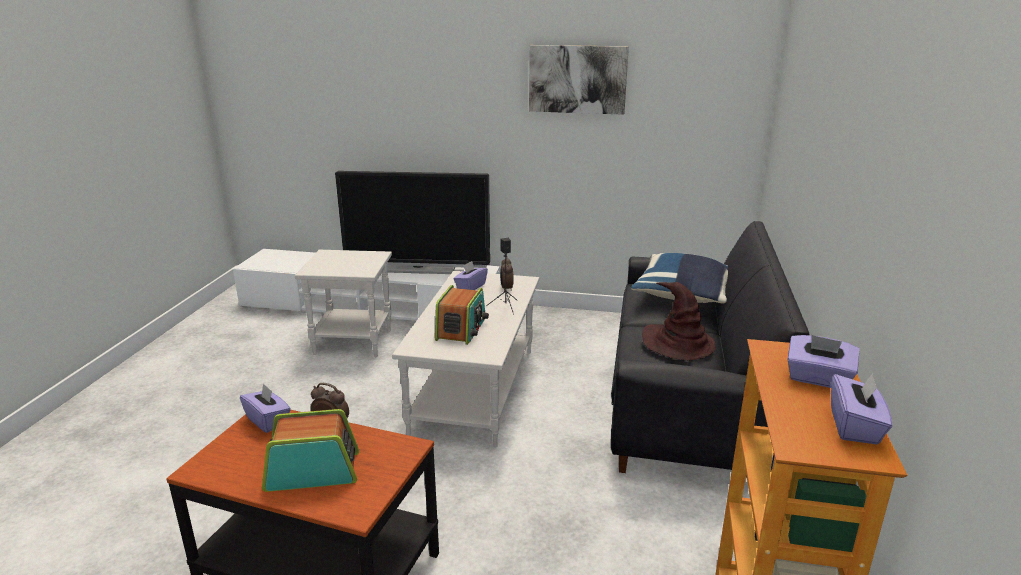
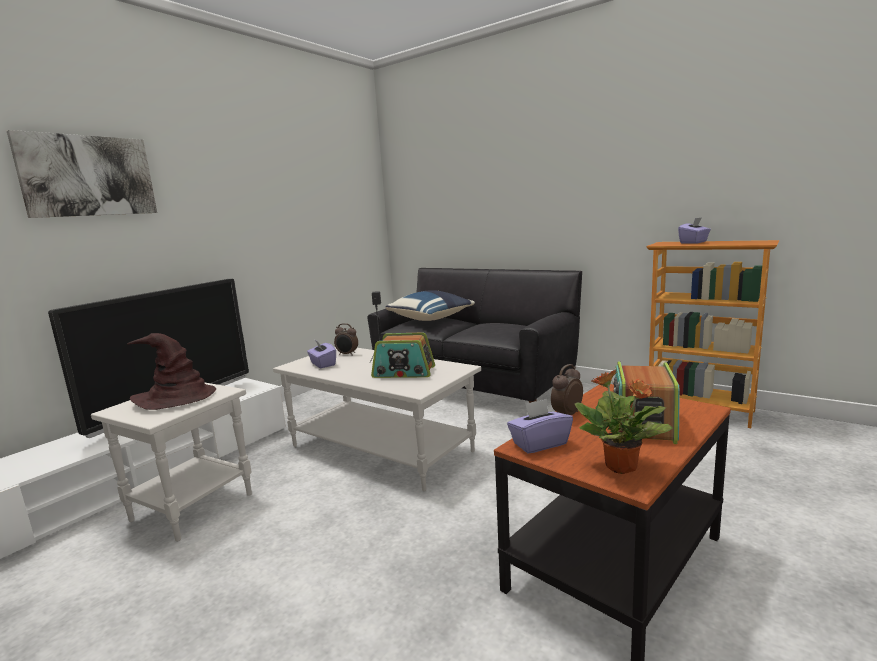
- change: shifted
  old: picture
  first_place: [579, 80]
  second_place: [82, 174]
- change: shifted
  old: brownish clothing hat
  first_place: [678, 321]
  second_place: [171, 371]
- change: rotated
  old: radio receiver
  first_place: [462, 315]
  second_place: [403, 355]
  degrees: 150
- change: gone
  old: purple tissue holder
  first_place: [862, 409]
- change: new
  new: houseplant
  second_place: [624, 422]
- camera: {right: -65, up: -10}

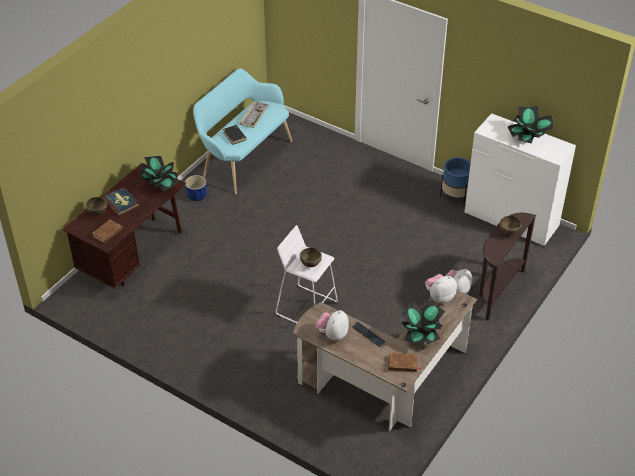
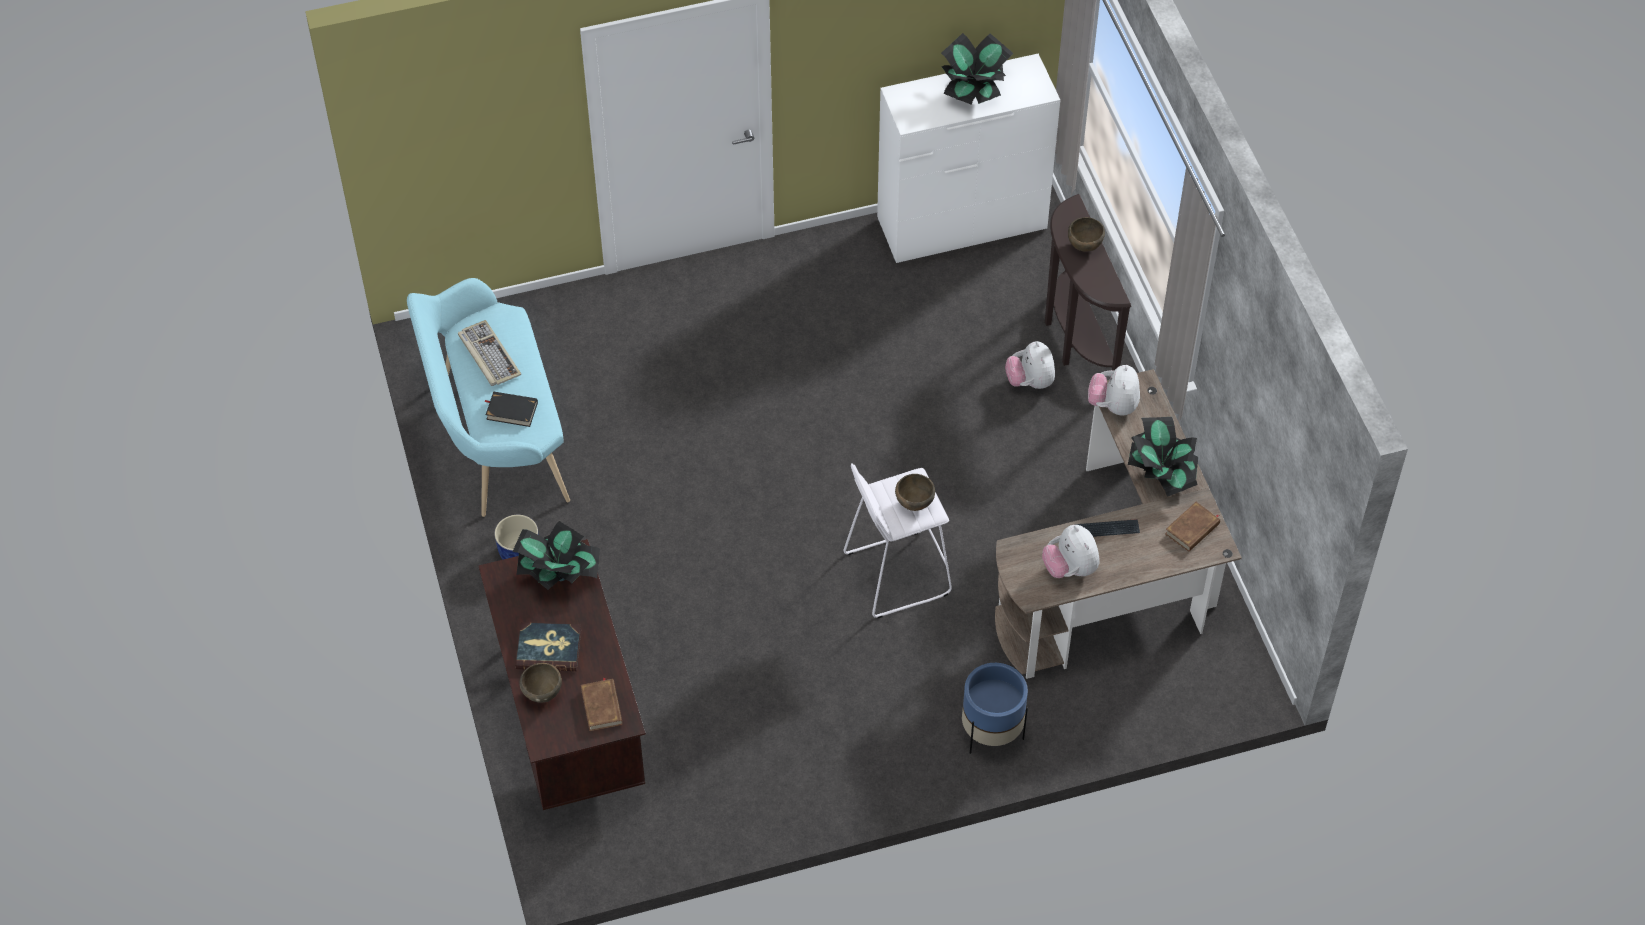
- change: shifted
  old: blue-coloured flower pot
  first_place: [455, 182]
  second_place: [995, 708]
- camera: {right: -50, up: 10}

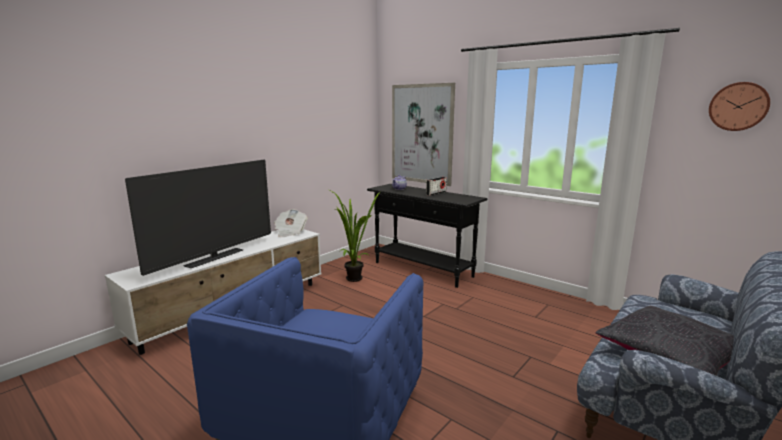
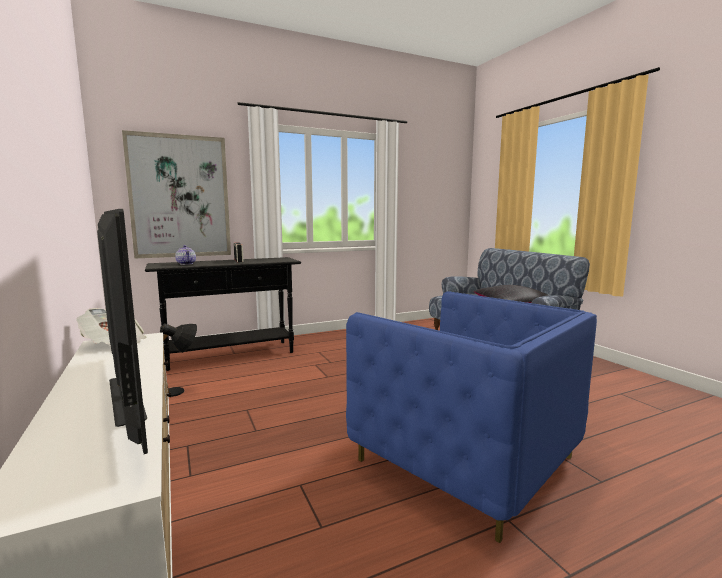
- change: gone
  old: clock on the wall
  first_place: [739, 106]
- change: swapped
  old: houseplant
  new: black-coloured tabletop lamp
  first_place: [354, 236]
  second_place: [178, 360]
- camera: {right: -65, up: -5}

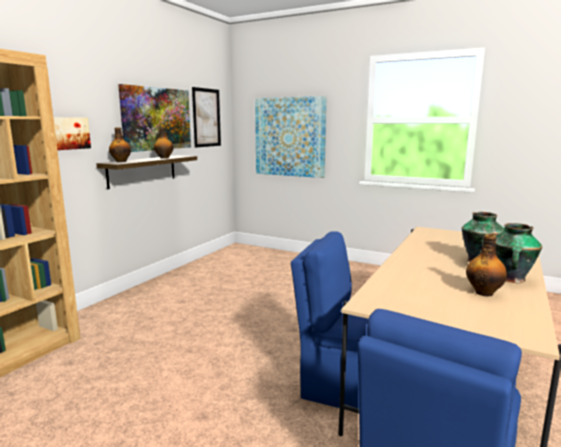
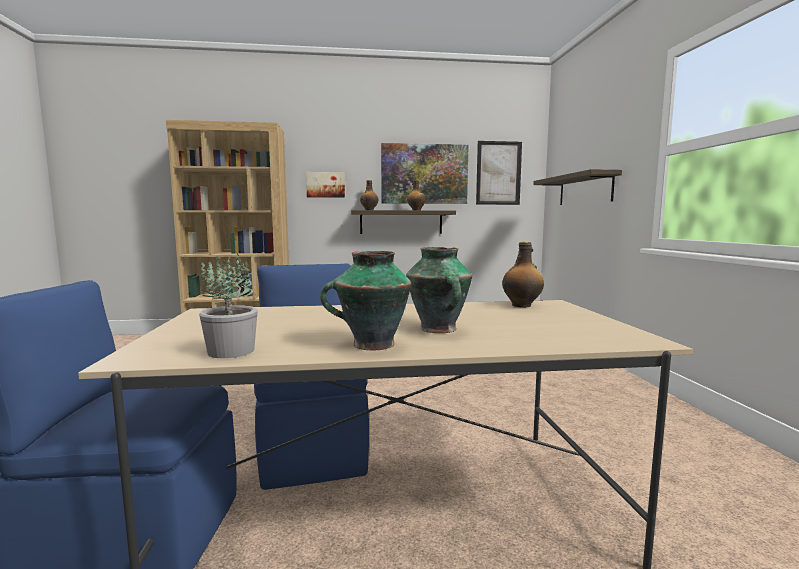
- change: swapped
  old: picture
  new: shelf
  first_place: [291, 137]
  second_place: [577, 187]
- change: shifted
  old: drink bottle
  first_place: [486, 265]
  second_place: [523, 274]
- change: new
  new: houseplant
  second_place: [228, 305]
- camera: {right: 55, up: -5}

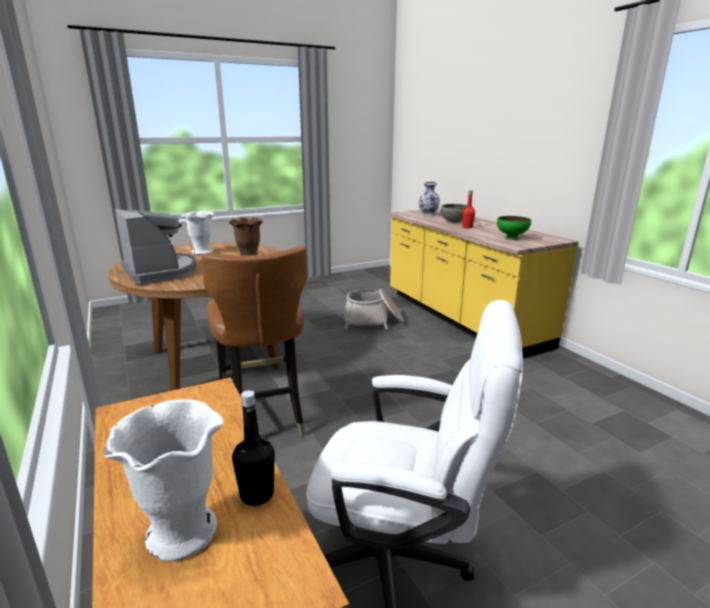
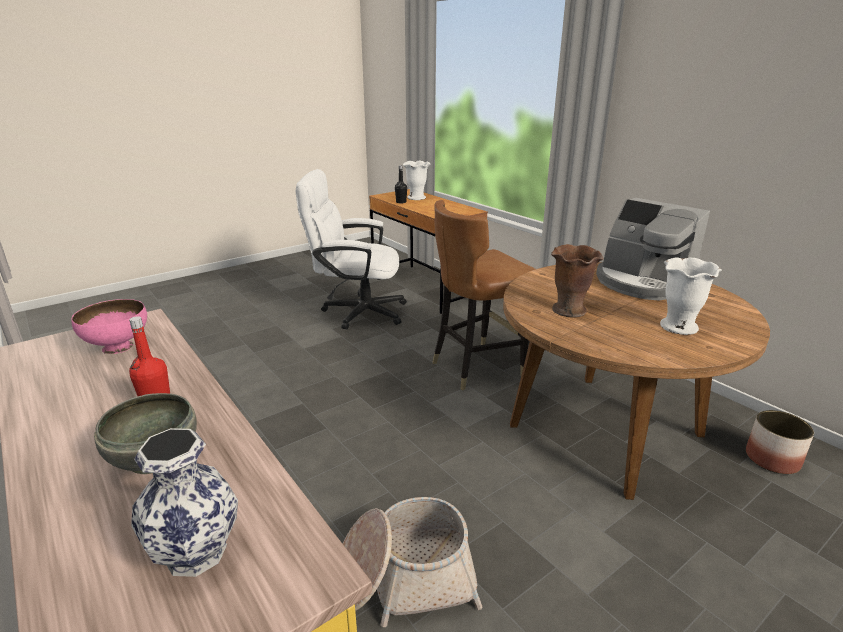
- change: repainted
  old: green-coloured serving bowl
  new: pink-coloured serving bowl
  first_place: [514, 228]
  second_place: [109, 326]
- change: rotated
  old: brownish upright chair
  first_place: [255, 341]
  second_place: [484, 295]
  degrees: -90
- change: new
  new: flower pot
  second_place: [780, 442]
- camera: {right: 170, up: 5}

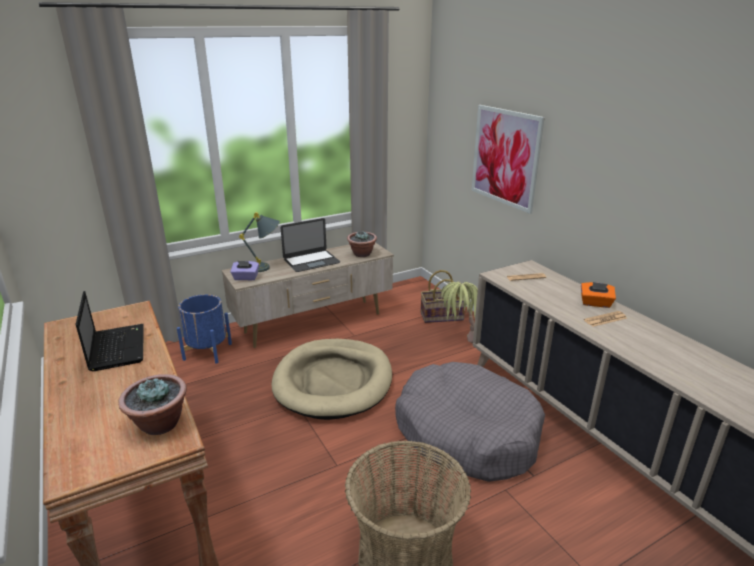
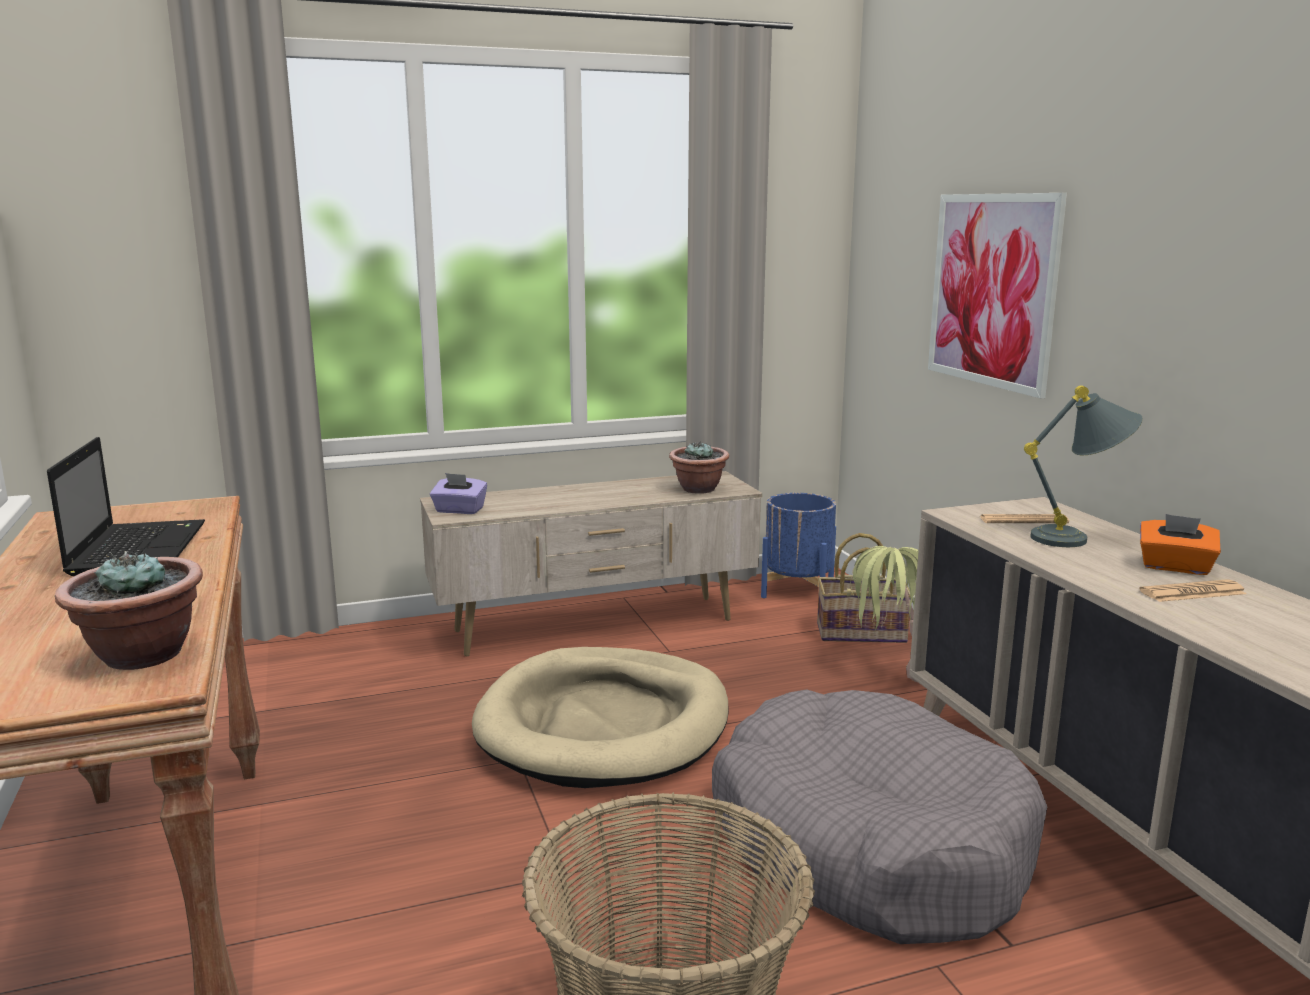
- change: shifted
  old: gray tabletop lamp
  first_place: [259, 242]
  second_place: [1083, 466]
- change: gone
  old: laptop
  first_place: [310, 245]
- change: shifted
  old: blue-coloured flower pot
  first_place: [204, 329]
  second_place: [798, 545]
- camera: {right: 10, up: -10}

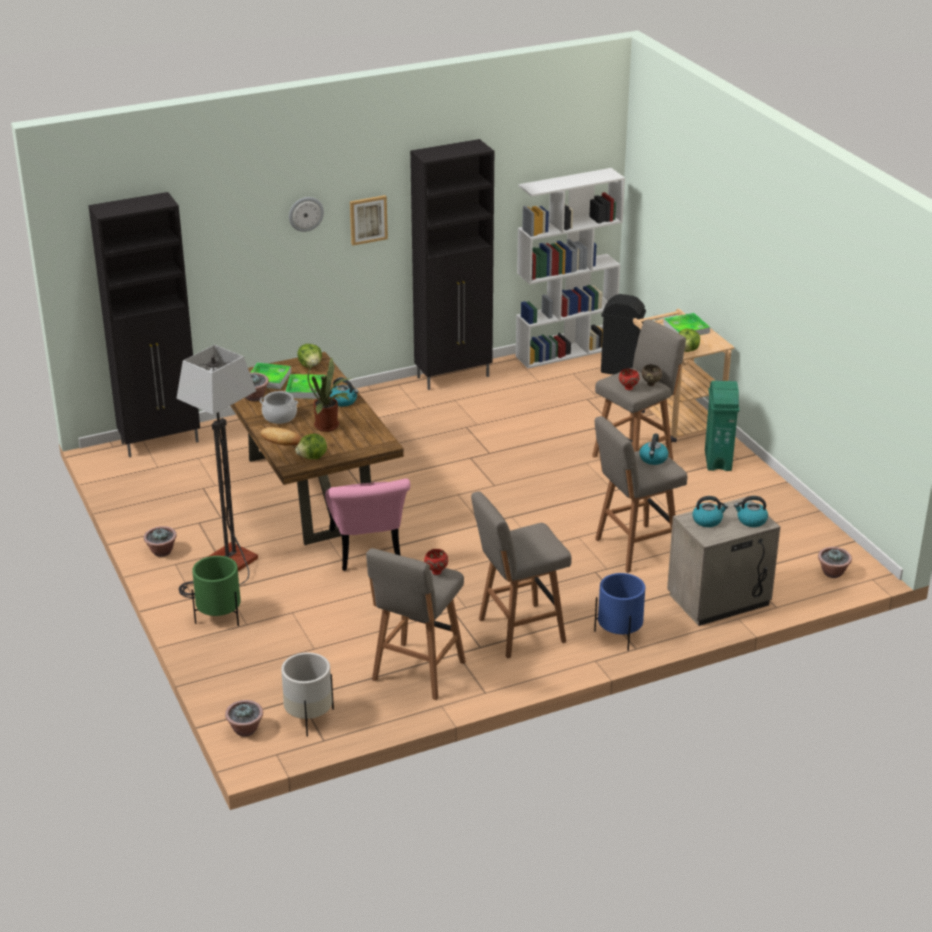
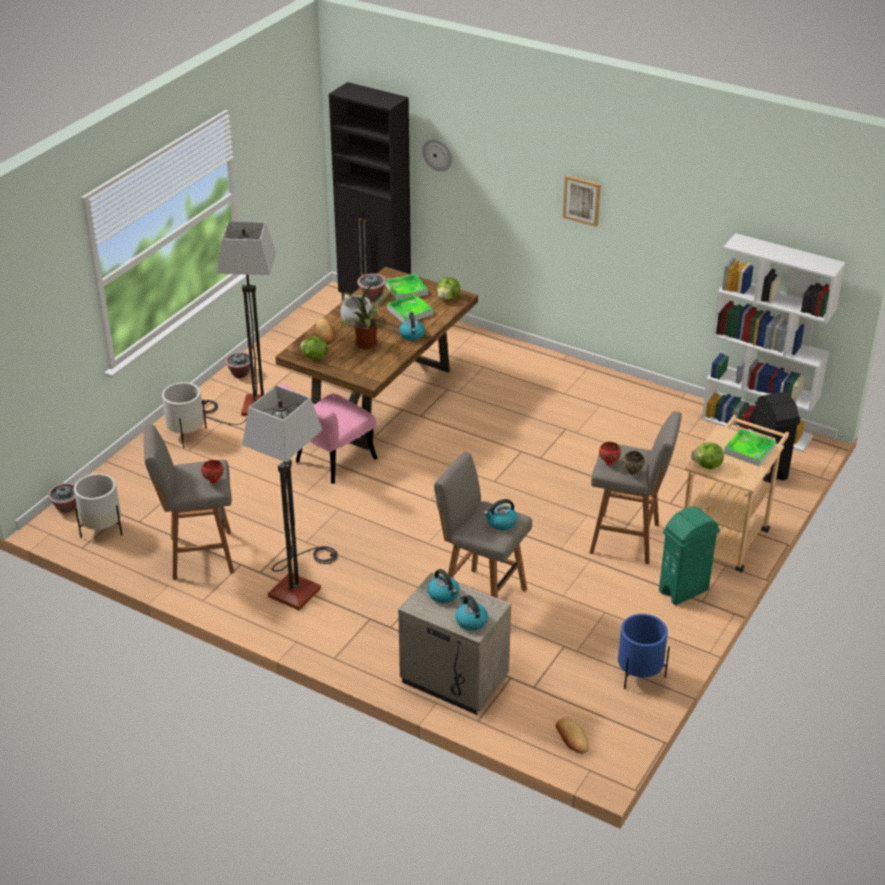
- change: gone
  old: black-coloured cupboard
  first_place: [452, 264]
- change: shifted
  old: clock on the wall
  first_place: [306, 214]
  second_place: [437, 155]
- change: swapped
  old: gray stool
  new: floor lamp
  first_place: [521, 574]
  second_place: [290, 497]
- change: swapped
  old: houseplant
  new: bread
  first_place: [835, 562]
  second_place: [572, 736]
- change: repainted
  old: green-coloured flower pot
  new: whitish flower pot
  first_place: [216, 591]
  second_place: [184, 415]
- change: shifted
  old: blue-coloured flower pot
  first_place: [619, 612]
  second_place: [644, 651]
- camera: {right: 55, up: 5}

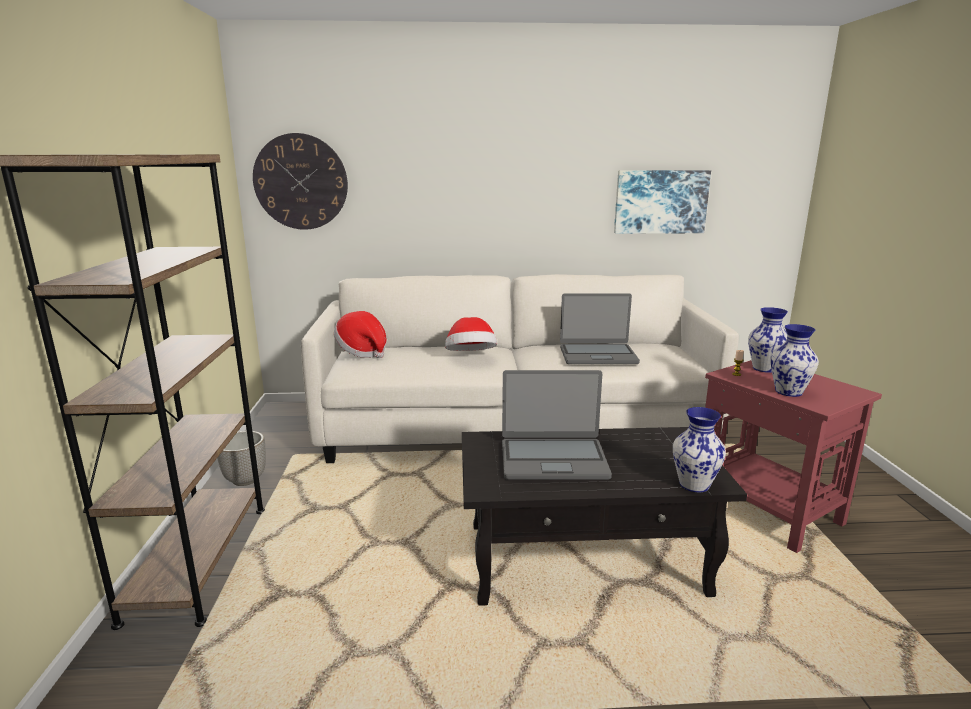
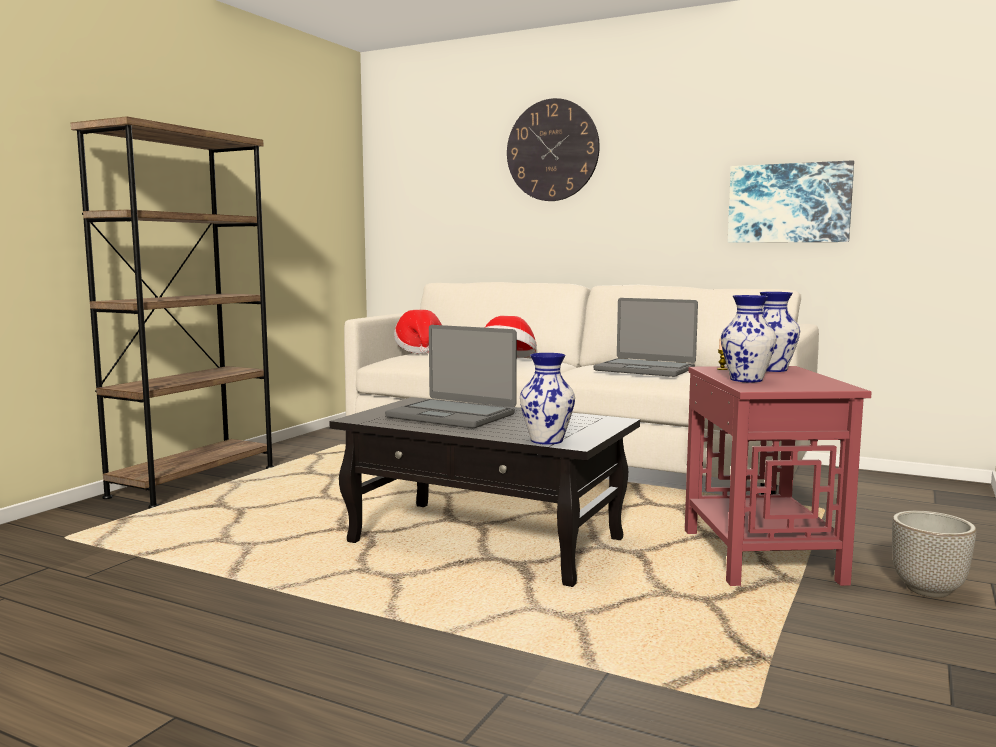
- change: shifted
  old: clock on the wall
  first_place: [300, 181]
  second_place: [553, 149]
- change: shifted
  old: flower pot
  first_place: [241, 458]
  second_place: [934, 554]
- camera: {right: 30, up: -10}

